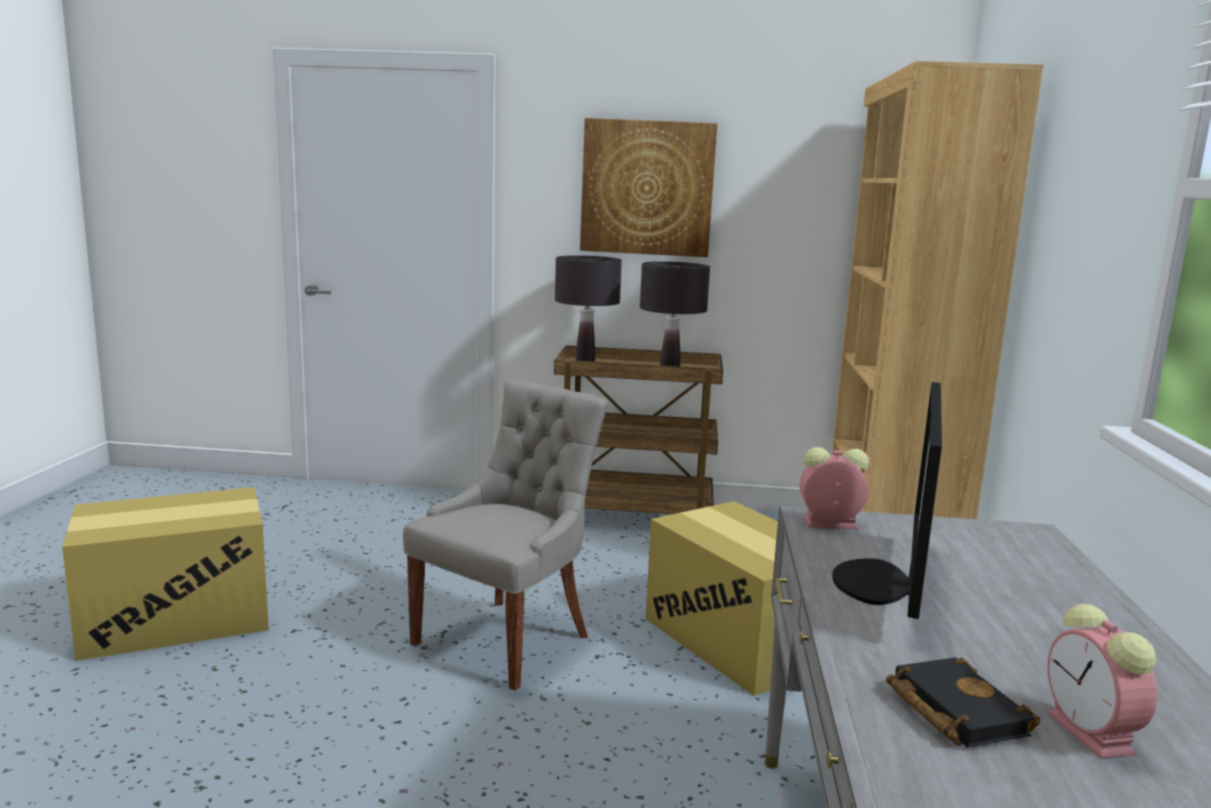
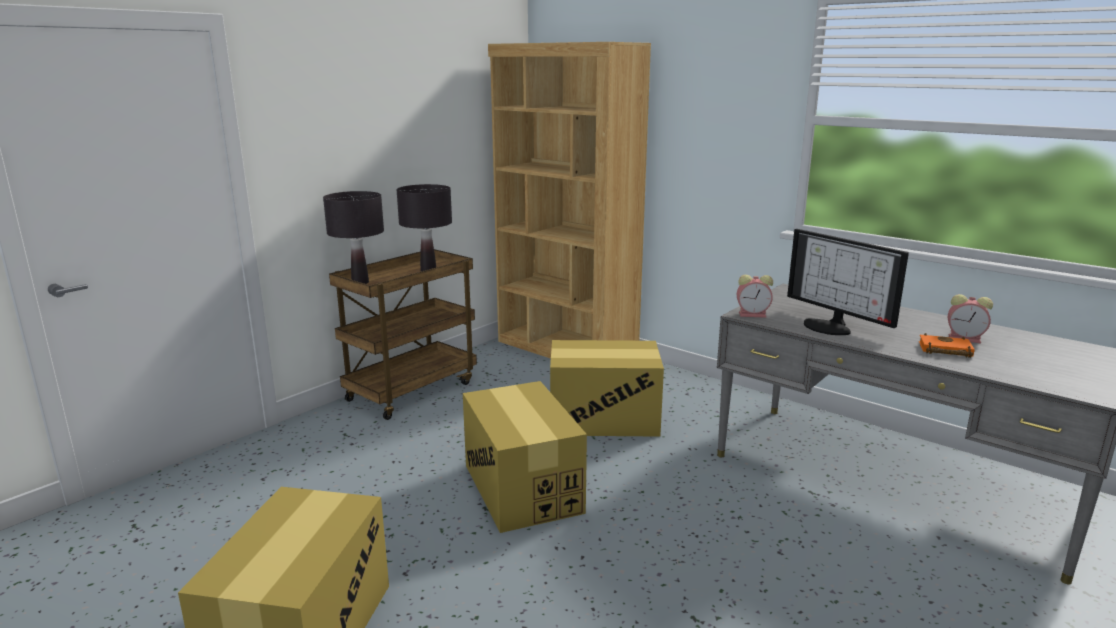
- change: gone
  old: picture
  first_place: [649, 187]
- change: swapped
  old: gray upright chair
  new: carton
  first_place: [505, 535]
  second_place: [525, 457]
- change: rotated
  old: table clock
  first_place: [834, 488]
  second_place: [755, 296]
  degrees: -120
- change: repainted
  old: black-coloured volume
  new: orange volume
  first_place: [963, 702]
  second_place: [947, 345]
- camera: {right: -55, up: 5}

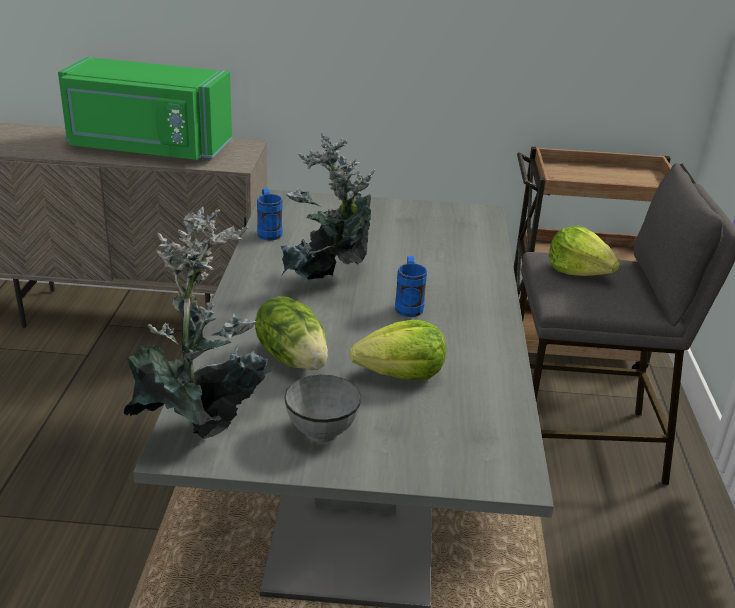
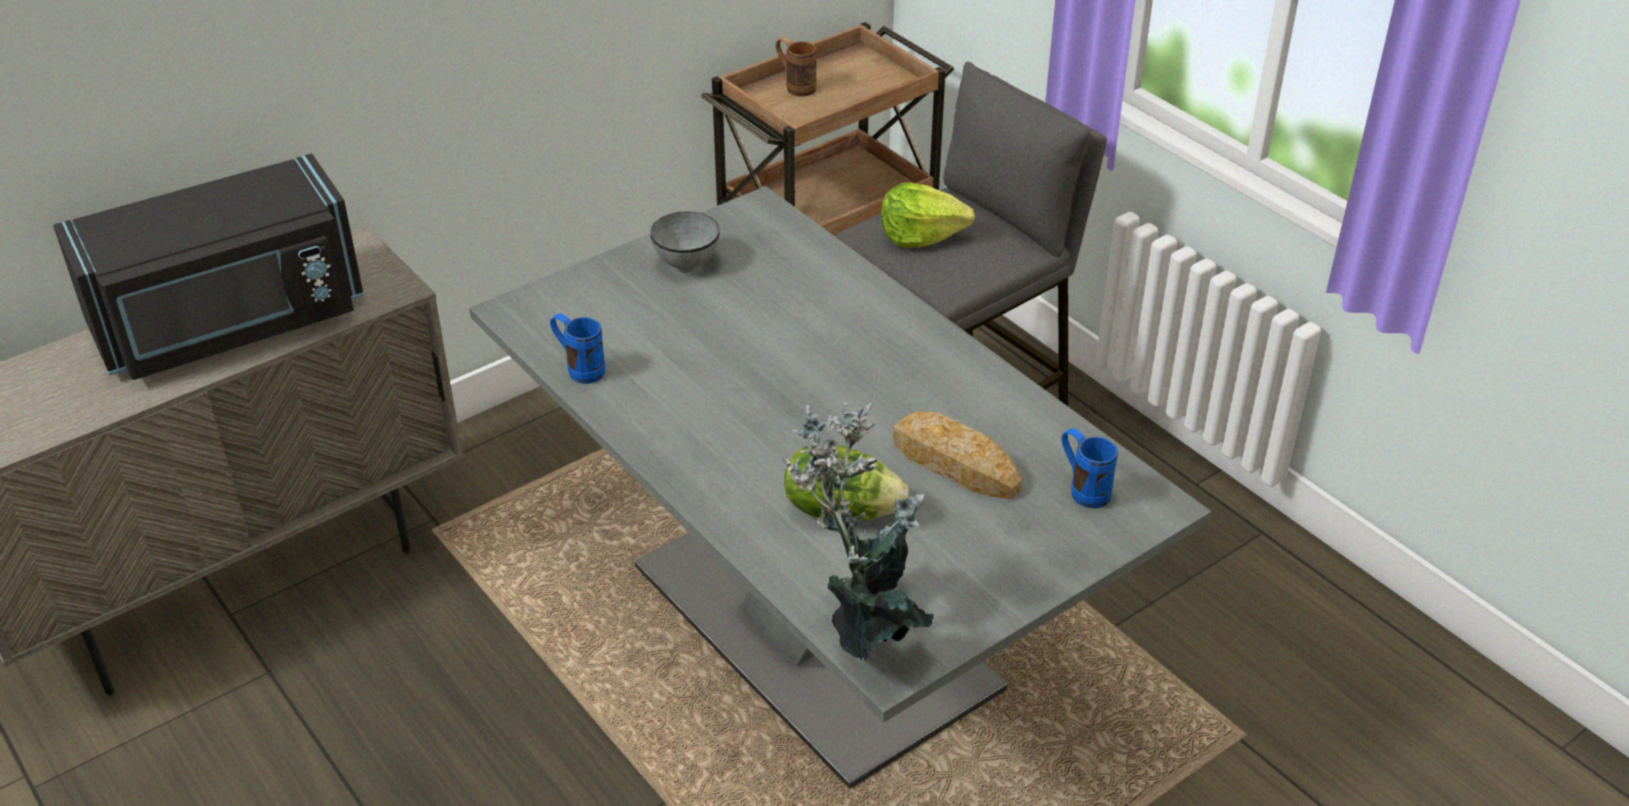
- change: repainted
  old: green-coloured microwave
  new: black-coloured microwave
  first_place: [145, 108]
  second_place: [208, 267]
- change: gone
  old: houseplant
  first_place: [328, 205]
- change: shifted
  old: blue-coloured tea mug
  first_place: [411, 286]
  second_place: [1090, 468]
- change: swapped
  old: lettuce
  new: bread
  first_place: [398, 350]
  second_place: [957, 455]
- change: shifted
  old: gray serving bowl
  first_place: [323, 408]
  second_place: [684, 242]
- change: new
  new: brownish tea mug
  second_place: [796, 67]
- camera: {right: -40, up: 10}

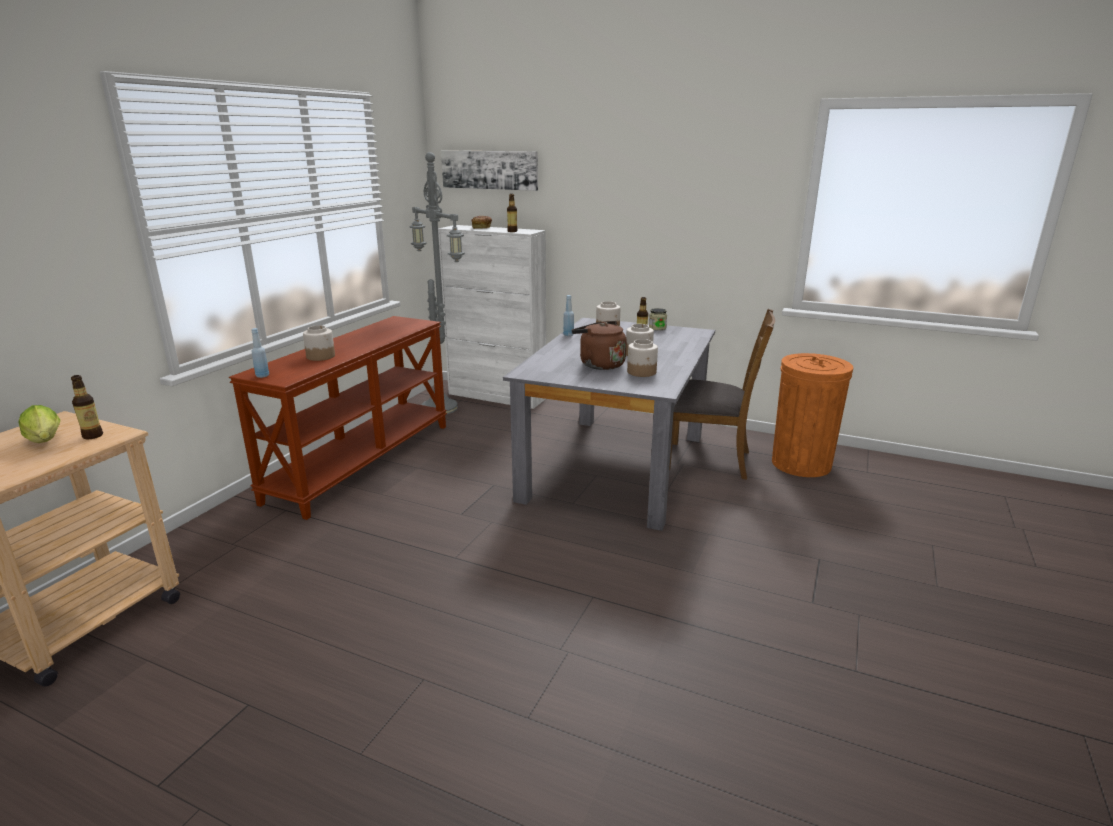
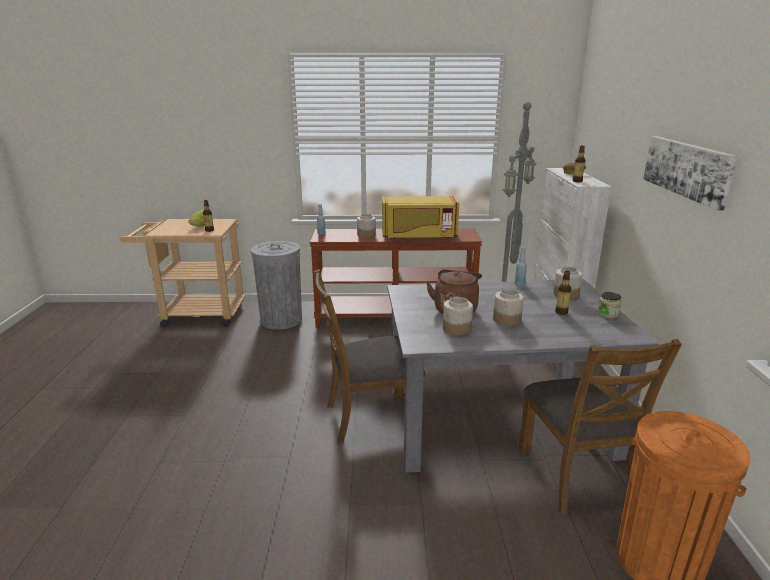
- change: shifted
  old: picture
  first_place: [489, 170]
  second_place: [690, 173]
- change: new
  new: yellowish microwave
  second_place: [420, 217]
- change: new
  new: gray waste bin
  second_place: [276, 285]
- change: new
  new: brownish upright chair
  second_place: [369, 356]
- camera: {right: 65, up: 0}

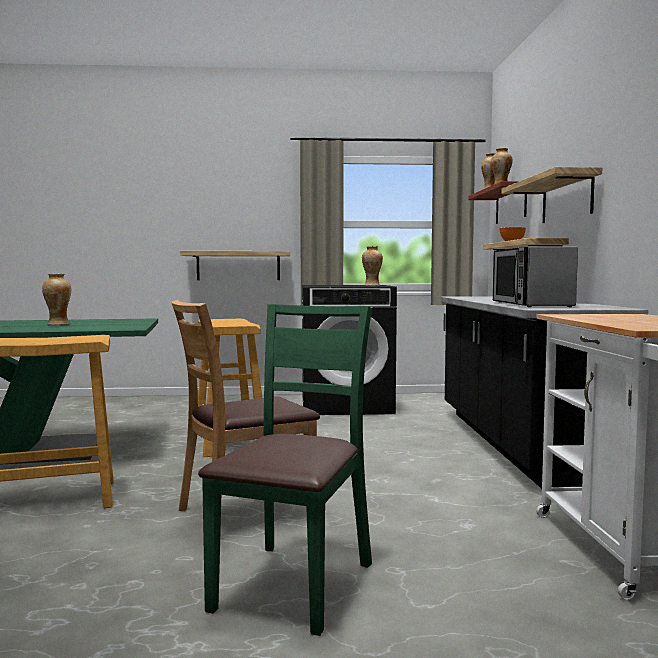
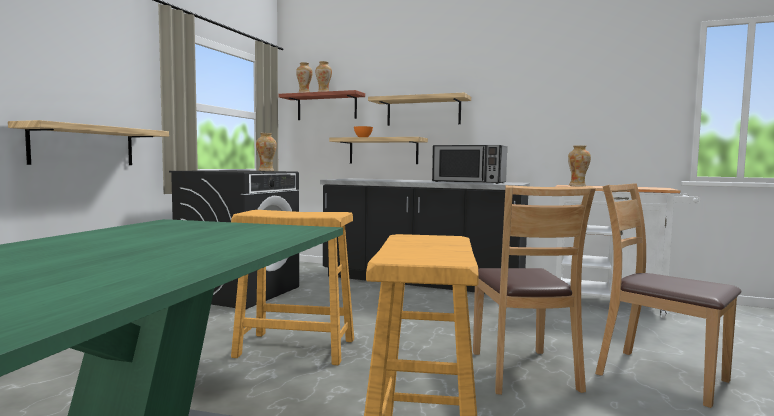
- change: shifted
  old: flower vase
  first_place: [56, 299]
  second_place: [579, 166]
- change: repainted
  old: green-coloured upright chair
  new: brownish upright chair
  first_place: [285, 470]
  second_place: [668, 295]
- camera: {right: -65, up: 0}

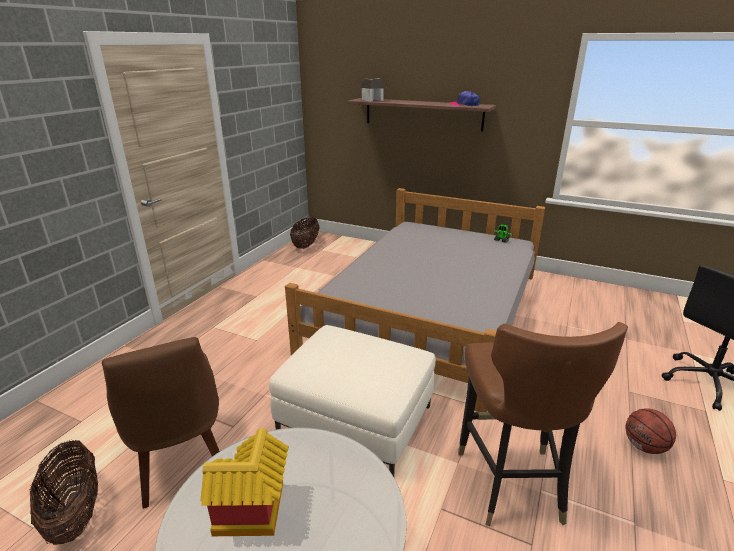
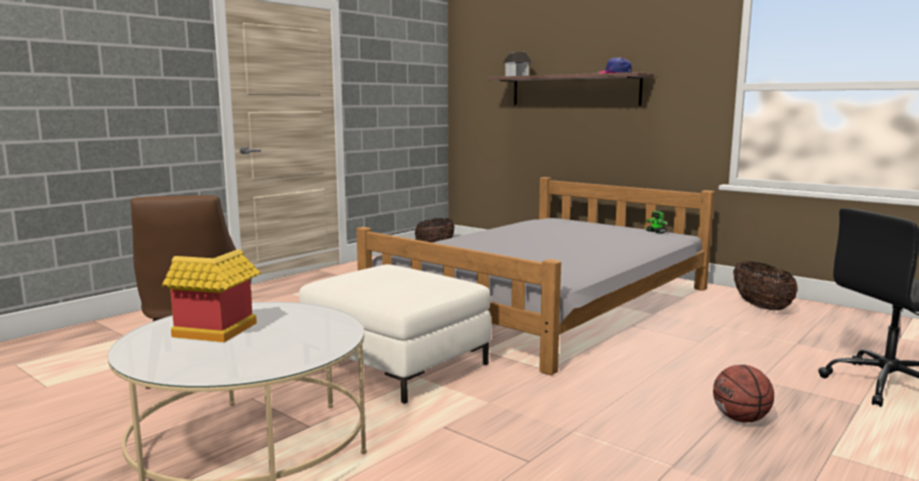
- change: gone
  old: brownish upright chair
  first_place: [543, 424]
- change: shifted
  old: basket
  first_place: [64, 492]
  second_place: [765, 286]
- camera: {right: 15, up: -15}

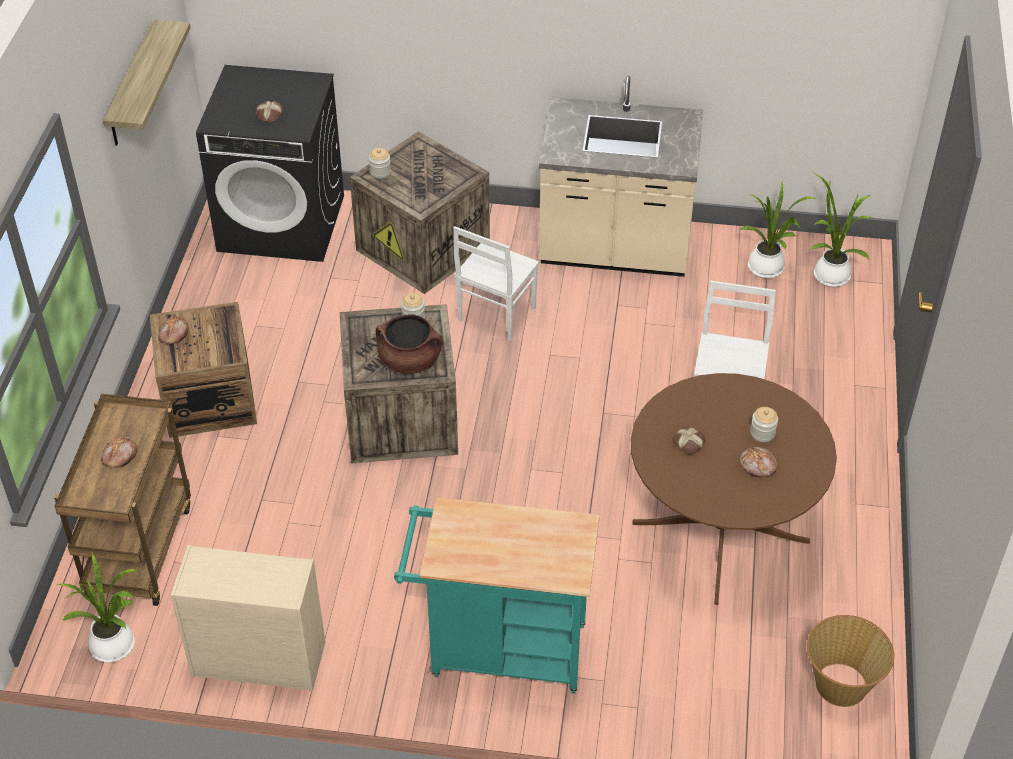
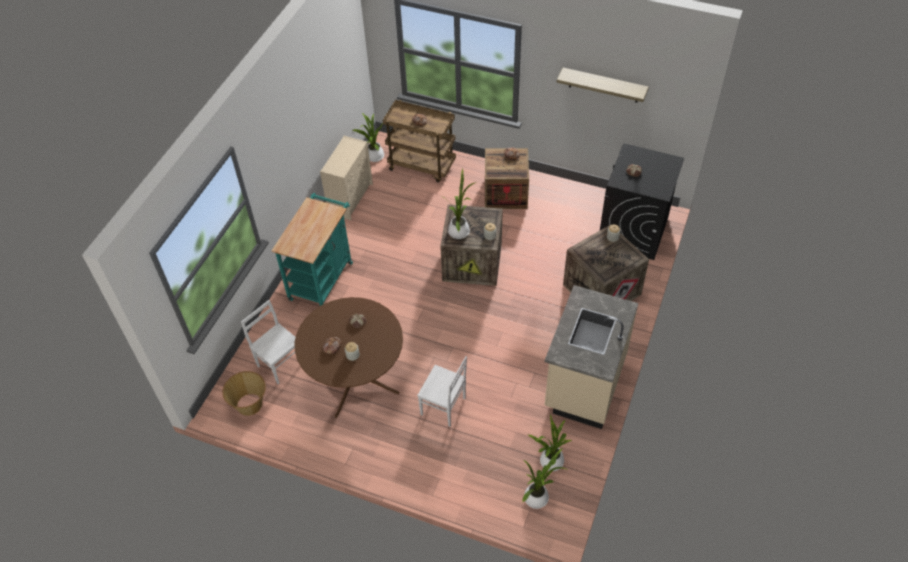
- change: shifted
  old: whitish upright chair
  first_place: [496, 283]
  second_place: [268, 342]
- change: swapped
  old: brownish saucepot
  new: houseplant
  first_place: [409, 344]
  second_place: [460, 204]
- camera: {right: 105, up: 5}

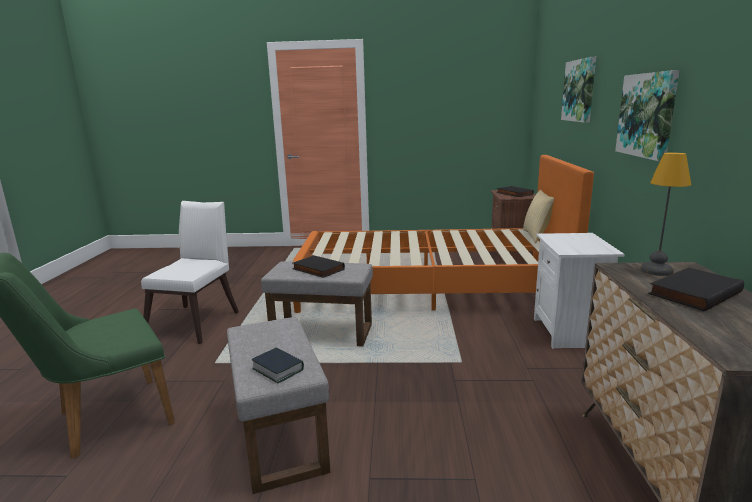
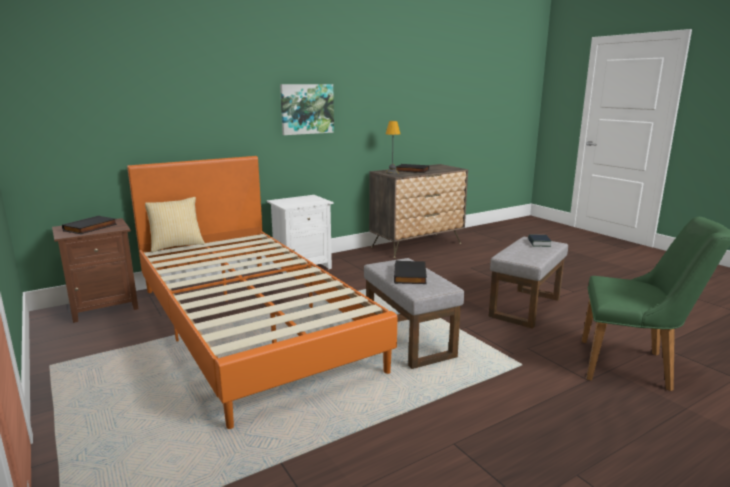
- change: gone
  old: picture
  first_place: [578, 90]
- change: gone
  old: whitish upright chair
  first_place: [190, 272]
- camera: {right: -125, up: 0}

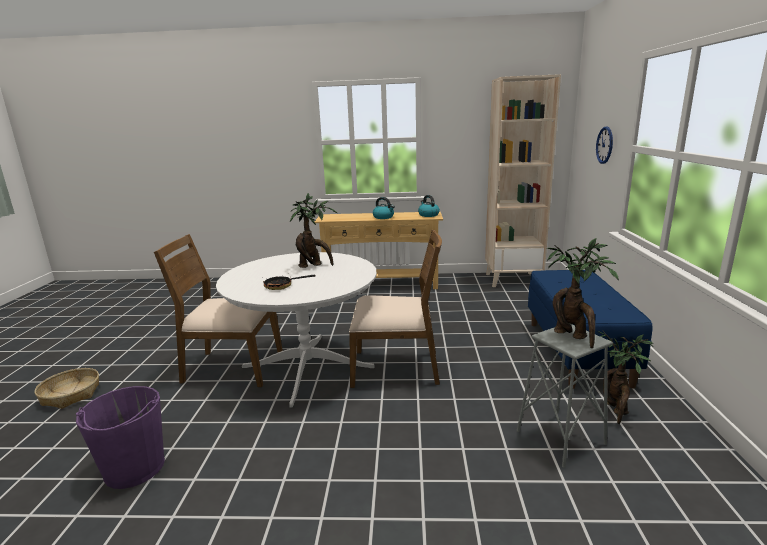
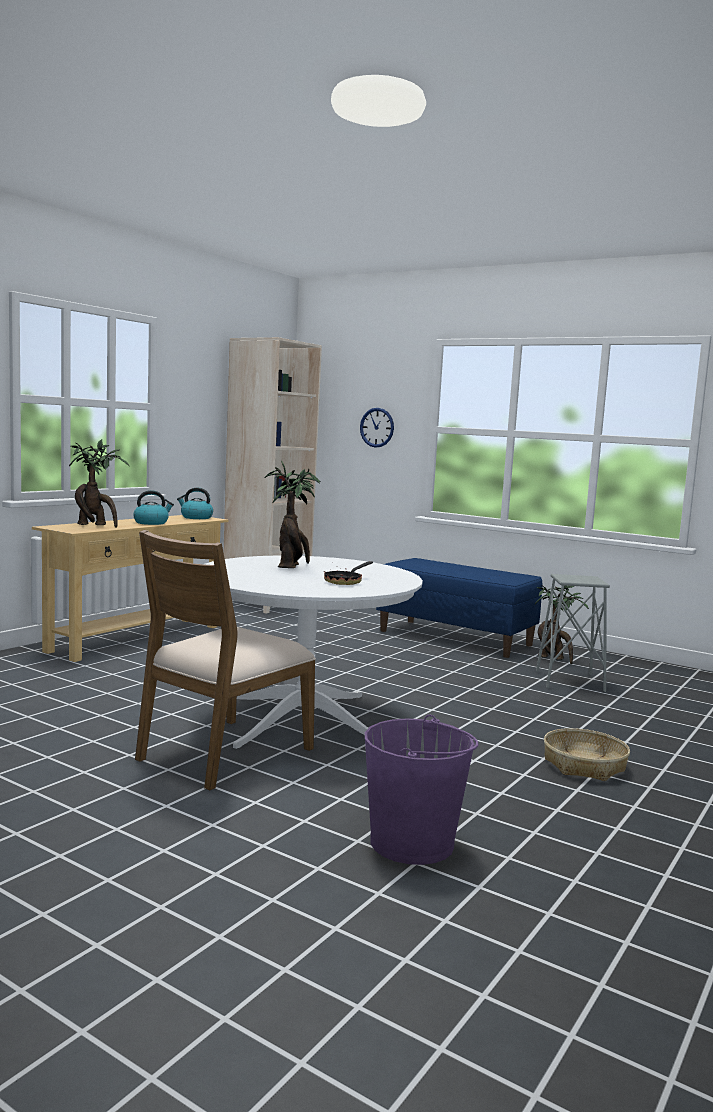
- change: gone
  old: brownish upright chair
  first_place: [395, 309]
- change: shifted
  old: houseplant
  first_place: [583, 293]
  second_place: [99, 483]
- change: shifted
  old: basket
  first_place: [67, 388]
  second_place: [587, 754]
- camera: {right: -60, up: -10}

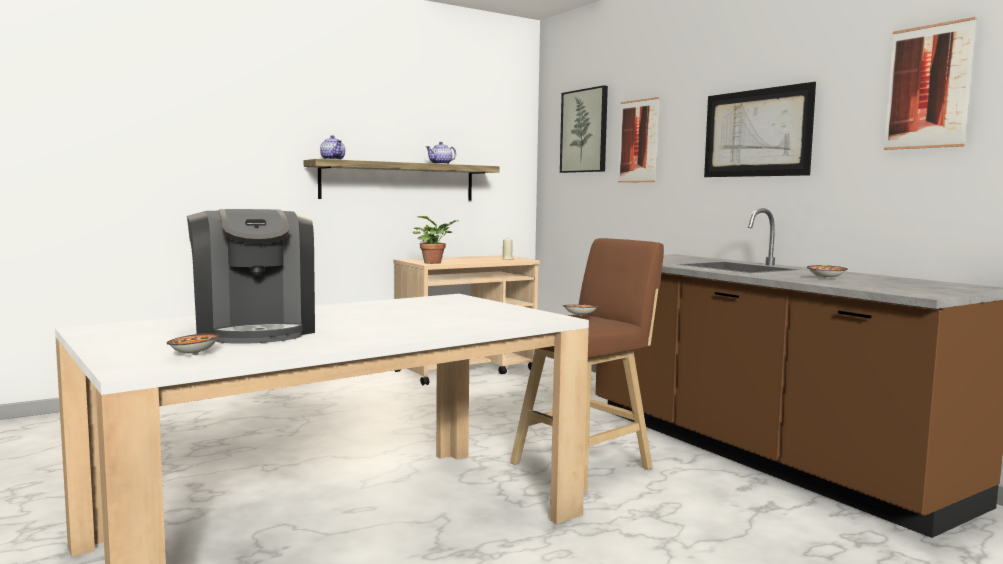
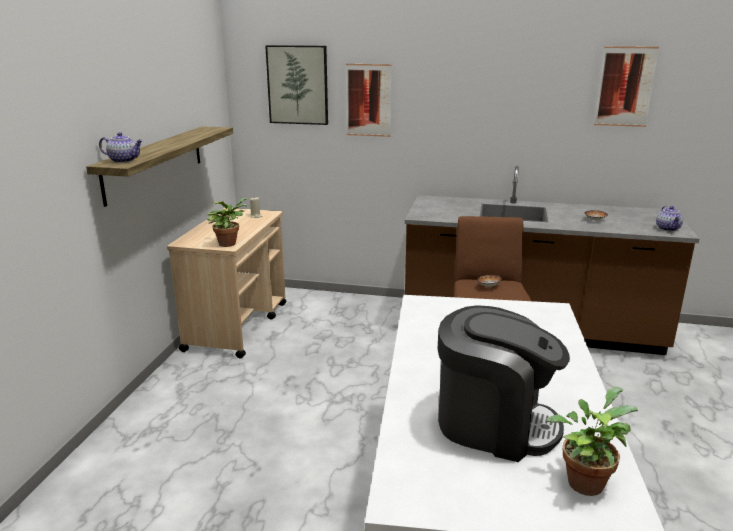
- change: gone
  old: picture
  first_place: [760, 129]
- change: shifted
  old: pot for tea
  first_place: [441, 153]
  second_place: [669, 218]
- change: swapped
  old: serving bowl
  new: houseplant
  first_place: [193, 344]
  second_place: [592, 441]
- camera: {right: -45, up: 15}

